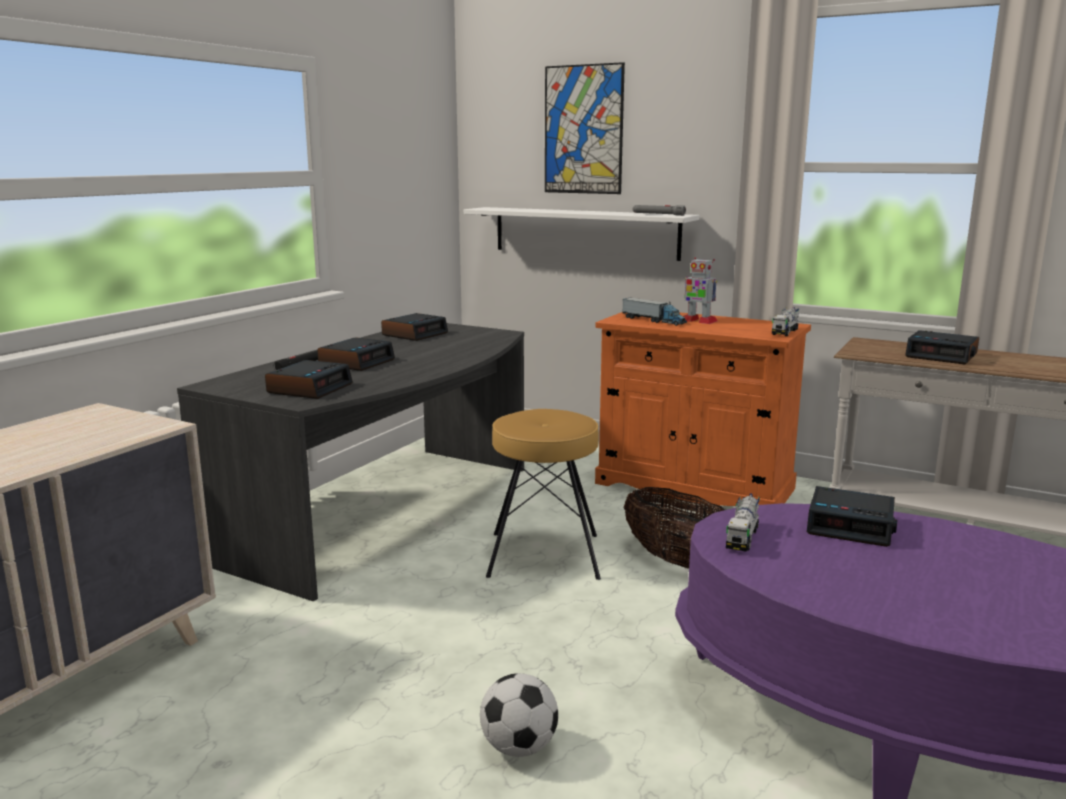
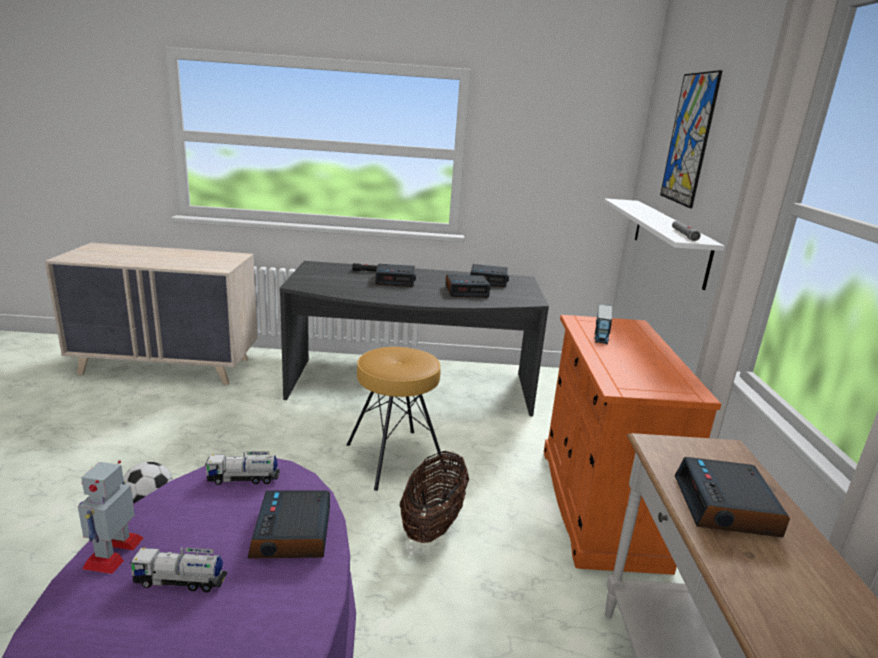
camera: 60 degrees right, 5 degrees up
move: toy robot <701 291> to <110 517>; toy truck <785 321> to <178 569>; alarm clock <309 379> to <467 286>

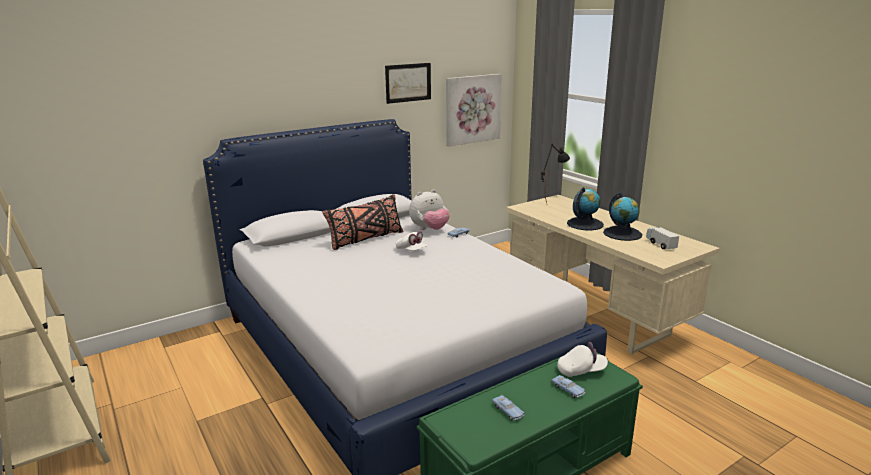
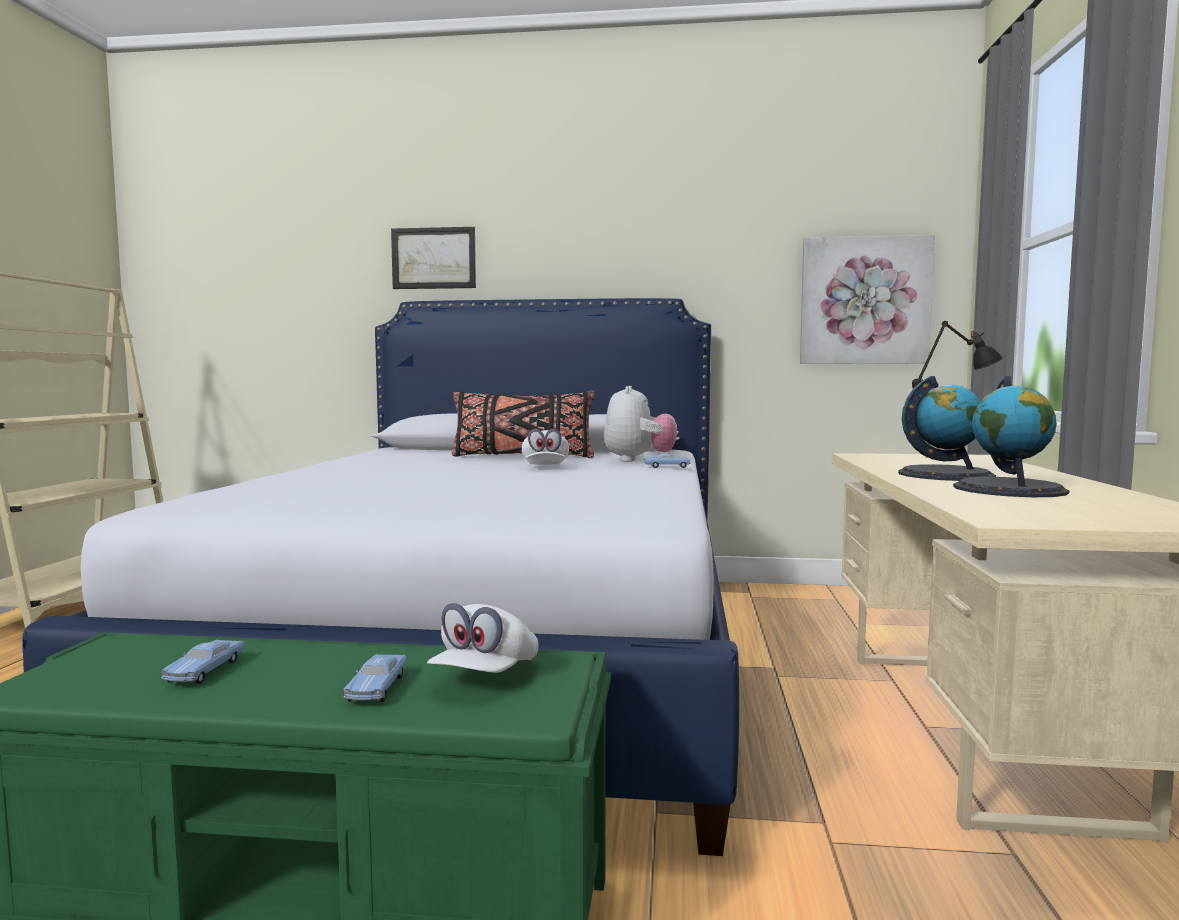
camera: 40 degrees right, 15 degrees down
delete: toy truck <662 238>
move: picture <408 83> to <433 258>
rotate: white cap <582 359> = <482 638> 75 degrees clockwise; plush toy <429 209> = <640 424> 90 degrees counterclockwise

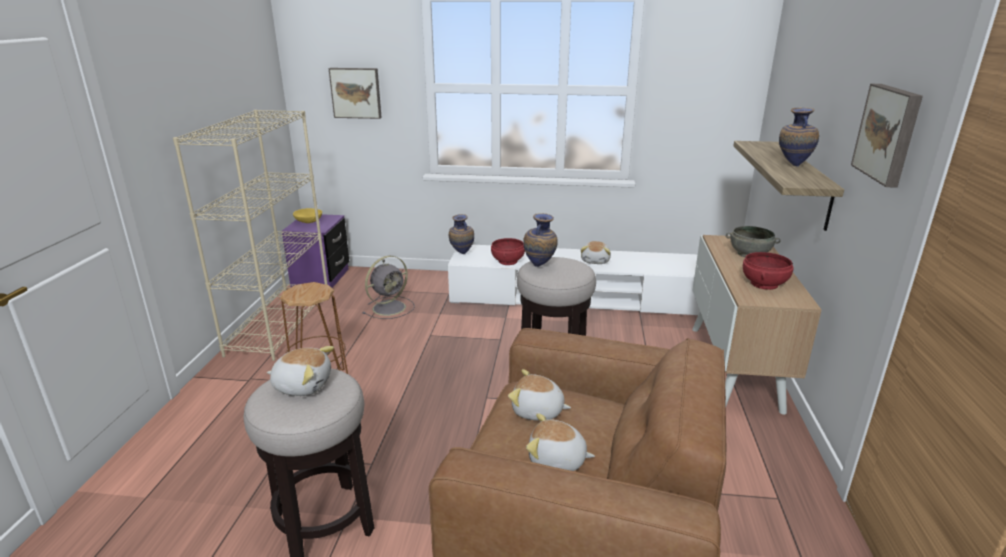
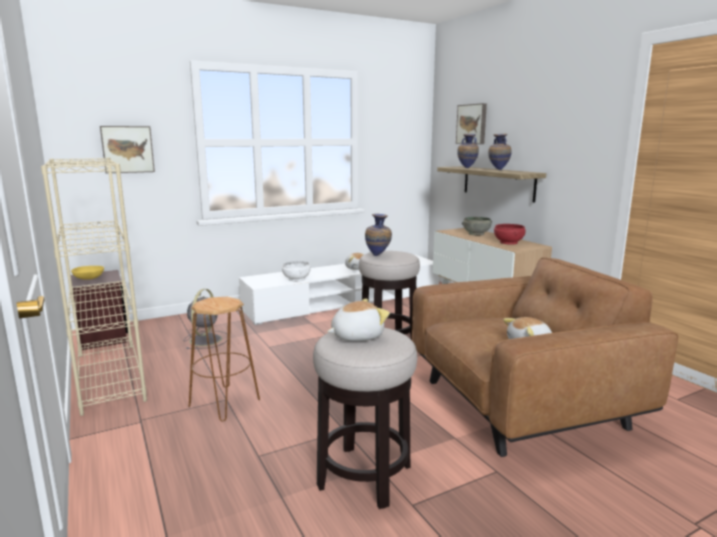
camera: 35 degrees left, 10 degrees down
delete: plush toy <539 395>
move: picture <887 136> to <471 123>; vase <461 234> to <468 151>
recolor: purple nightstand <315 251> to brown nightstand <99 310>; red bowl <508 251> to white bowl <296 271>

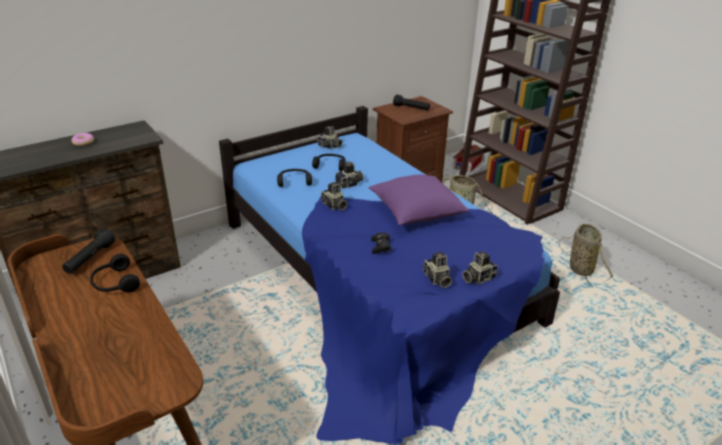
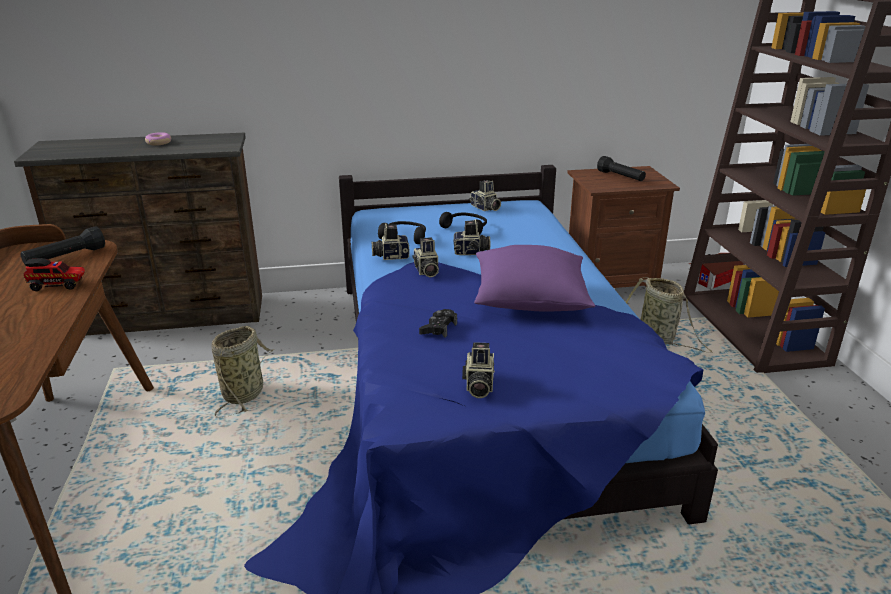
camera: 25 degrees right, 5 degrees down
move: basket <586 254> to <243 371>; photo camera <480 268> to <391 241>
replace: black headphones <115 273> to toy truck <54 274>

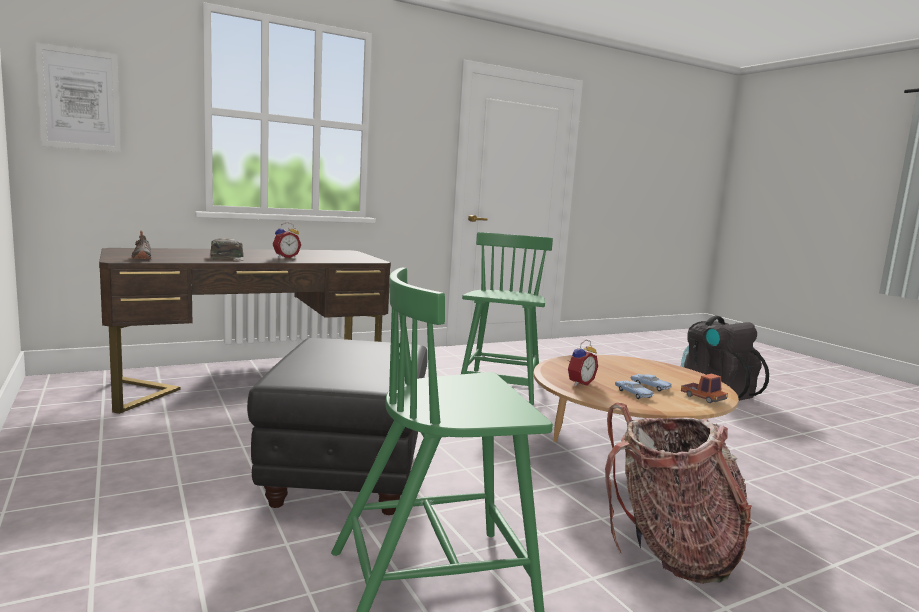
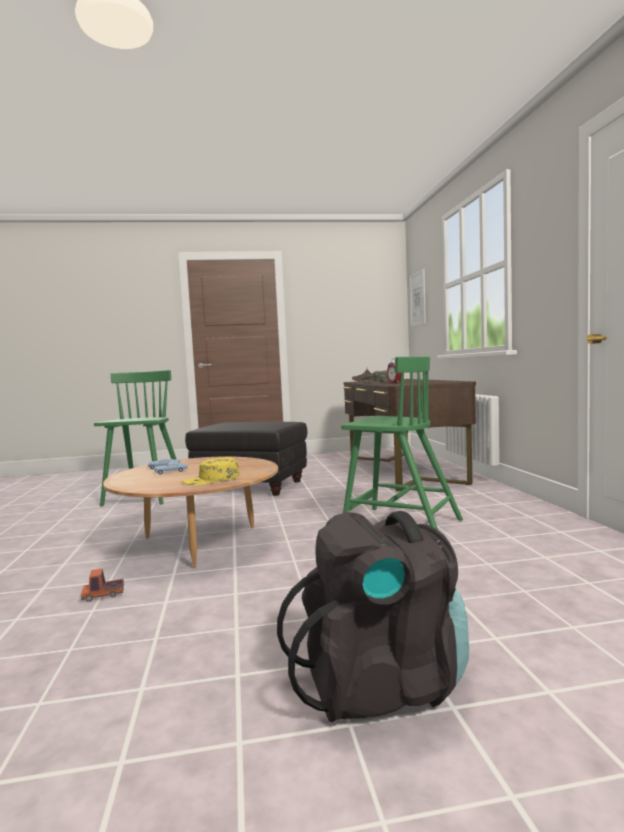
camera: 110 degrees right, 5 degrees down
delete: alarm clock <582 363>; backpack <678 493>
insert: yellow cap <210 471>
move: toy truck <704 388> to <102 585>

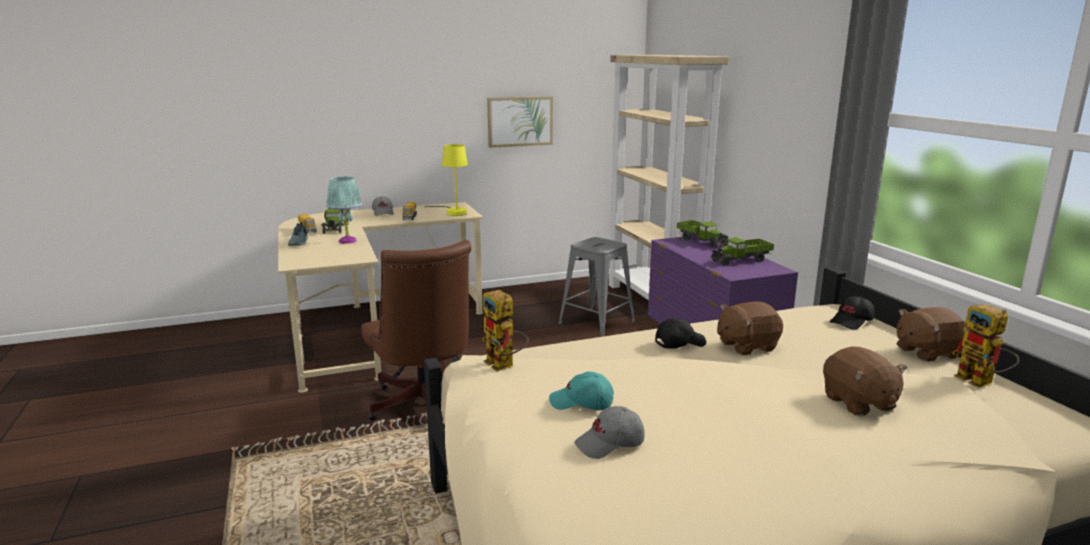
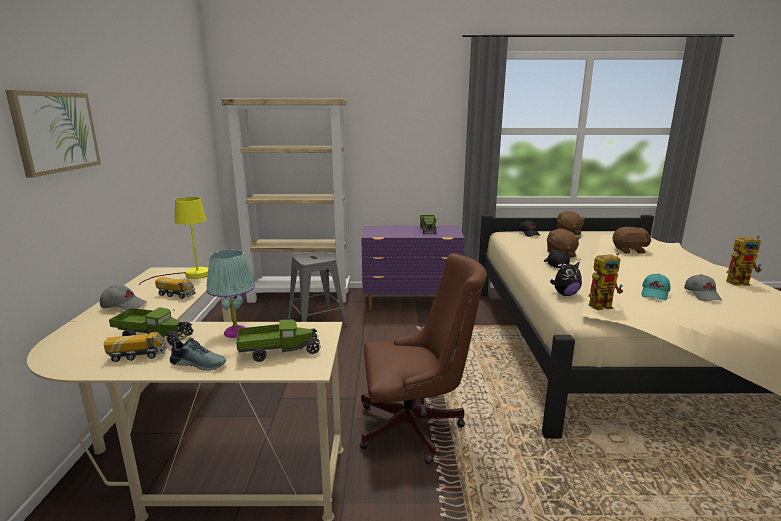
camera: 70 degrees left, 0 degrees up
insert: plush toy <566 278>
move: picture <520 122> to <53 134>; toy truck <703 234> to <278 340>; toy robot <985 346> to <744 260>

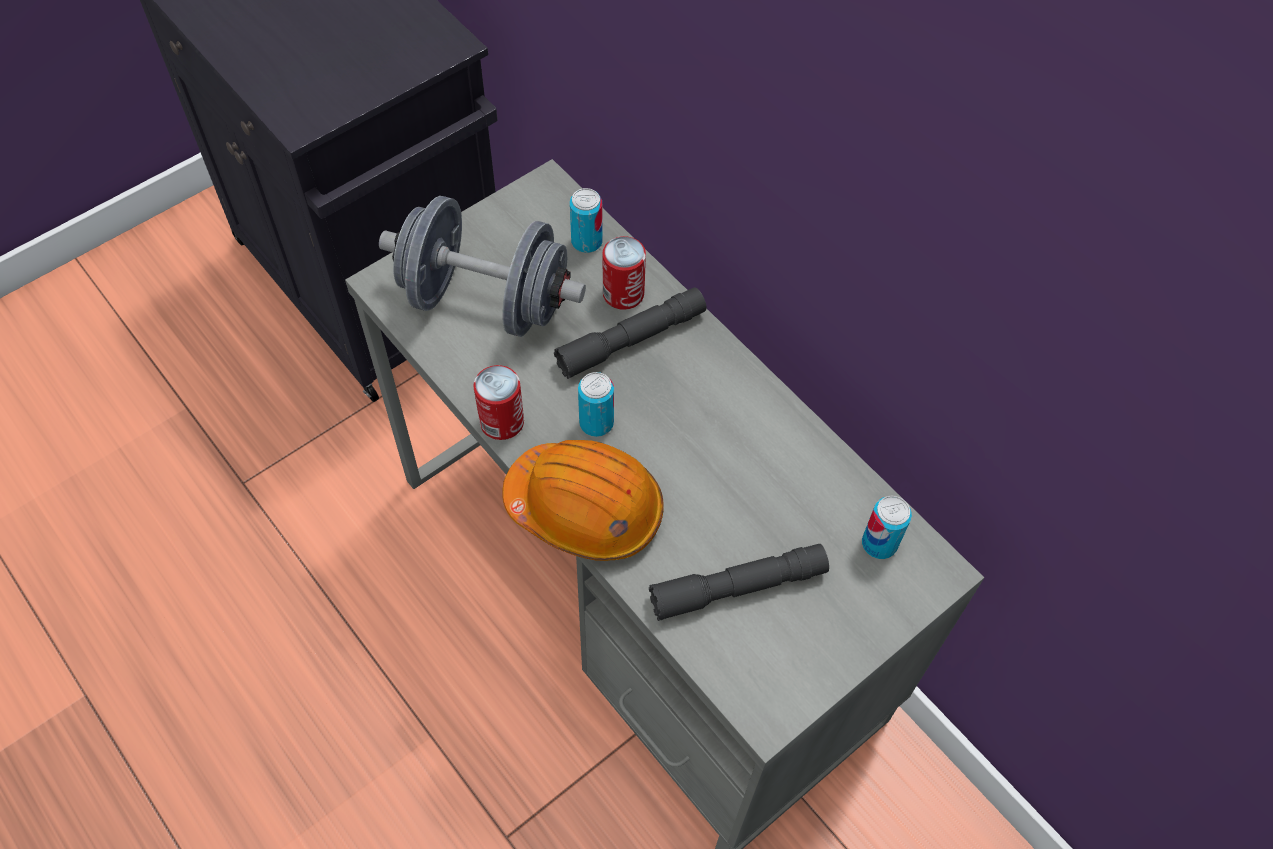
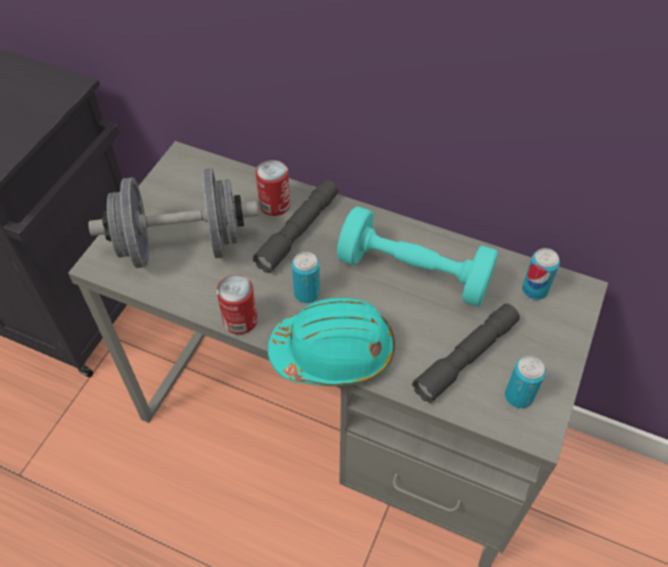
camera: 25 degrees left, 5 degrees down
insert: turquoise dumbbell <417 256>
move: can <586 220> to <525 382>
recolor: orange hard hat <583 500> to turquoise hard hat <331 342>

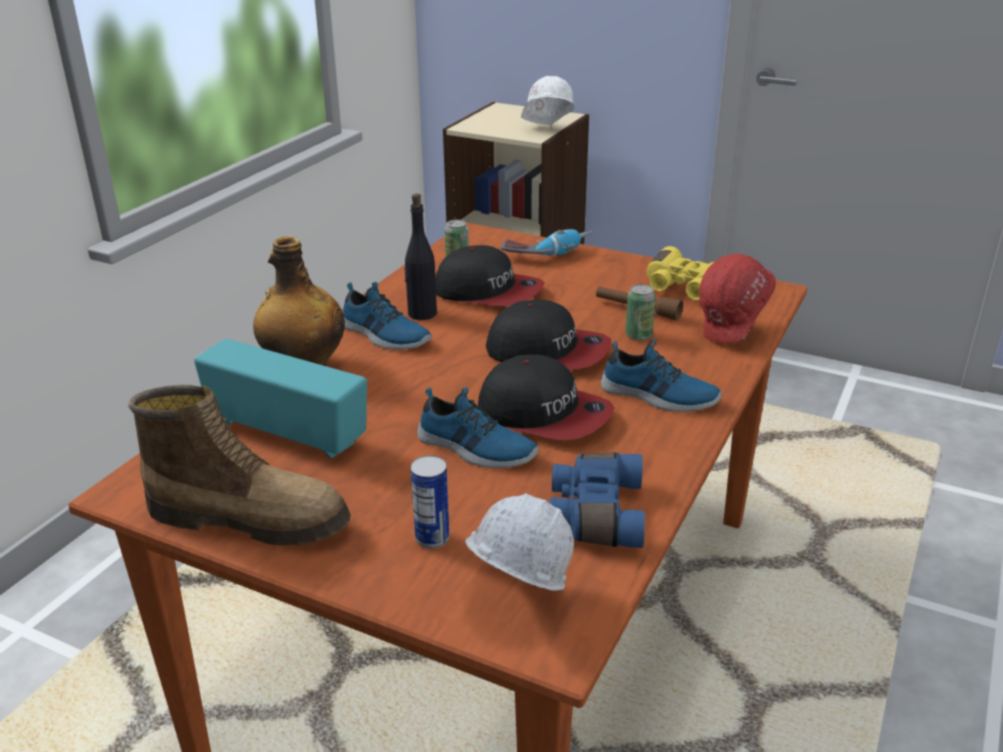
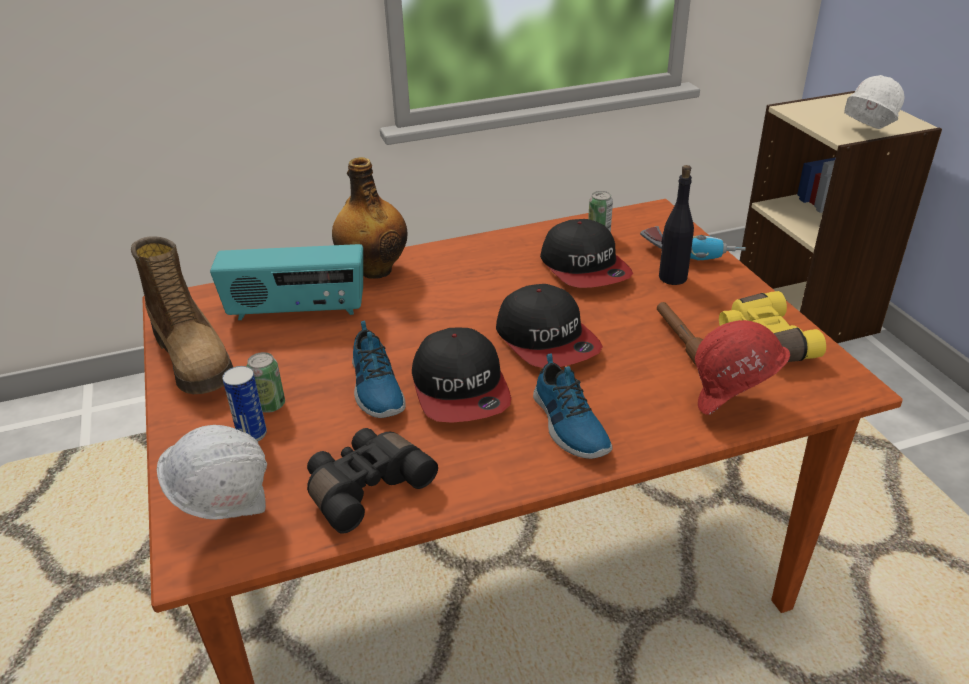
camera: 45 degrees right, 5 degrees up
delete: shoe <387 316>
move: can <640 312> to <266 382>; black bottle <420 257> to <676 225>
recolor: blue binoculars <597 500> to black binoculars <372 481>
rotate: radio <280 398> = <286 282> 105 degrees clockwise

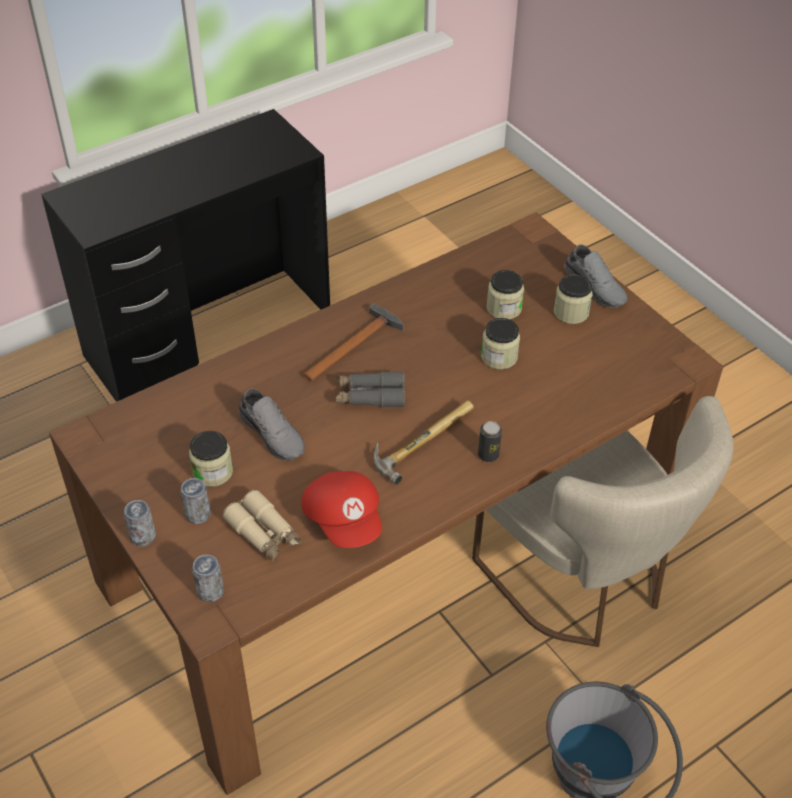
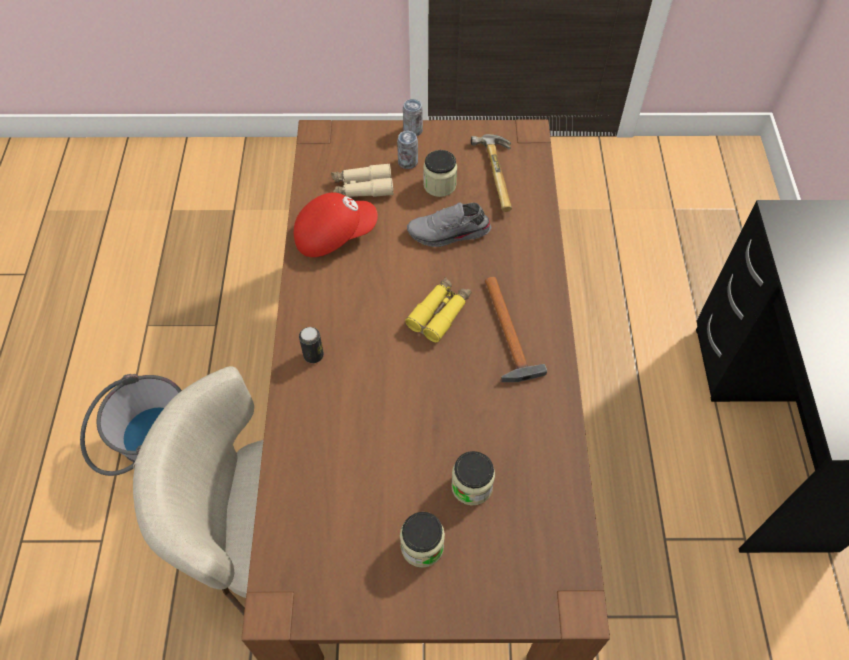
camera: 125 degrees right, 10 degrees up
delete: can <208 578>; jar <500 343>; grey shoe <596 276>
move: hammer <424 442> to <491 173>
recolor: grey binoculars <370 390> to yellow binoculars <438 309>
rotate: red cap <341 509> = <336 224> 150 degrees clockwise

